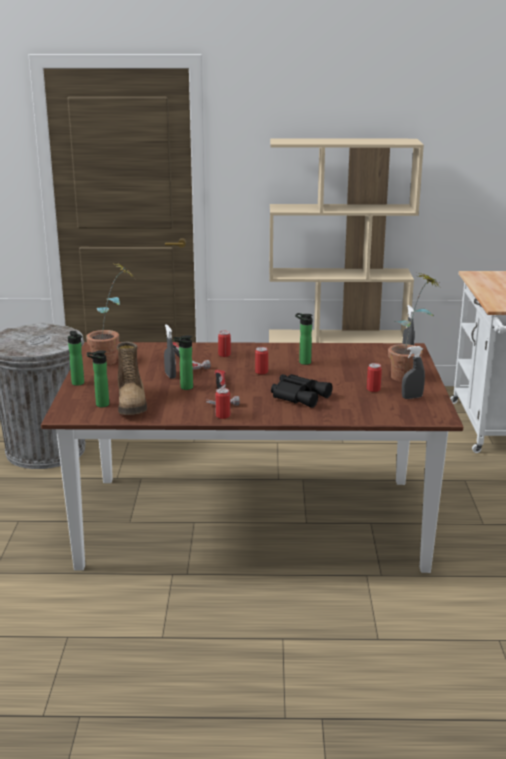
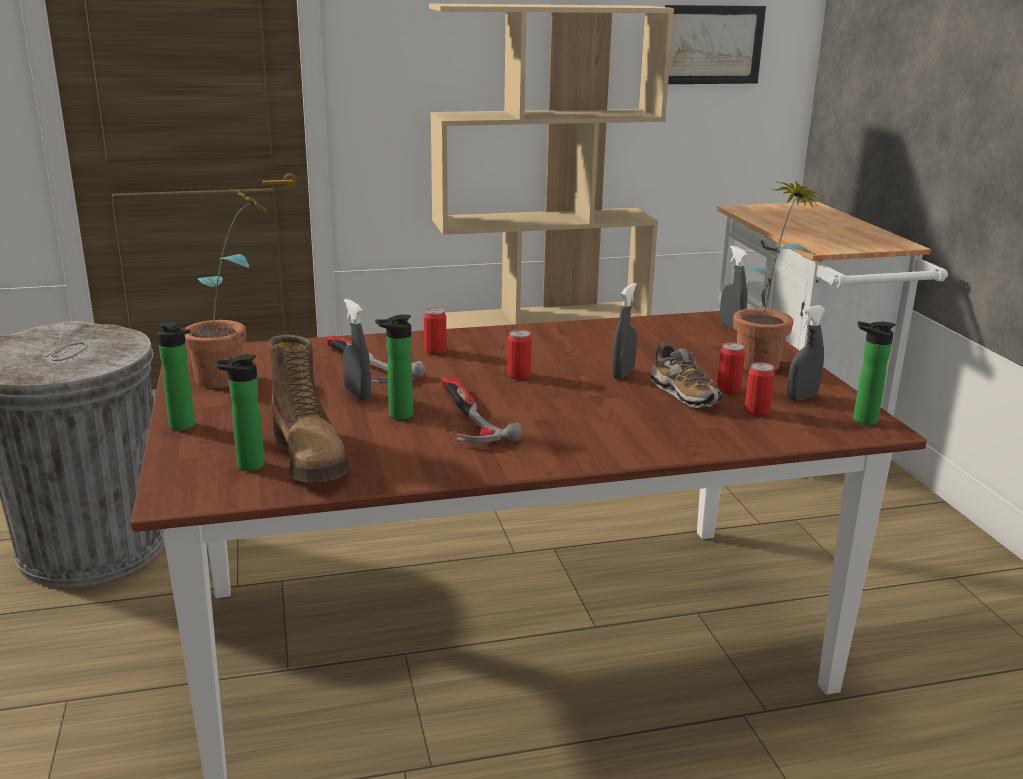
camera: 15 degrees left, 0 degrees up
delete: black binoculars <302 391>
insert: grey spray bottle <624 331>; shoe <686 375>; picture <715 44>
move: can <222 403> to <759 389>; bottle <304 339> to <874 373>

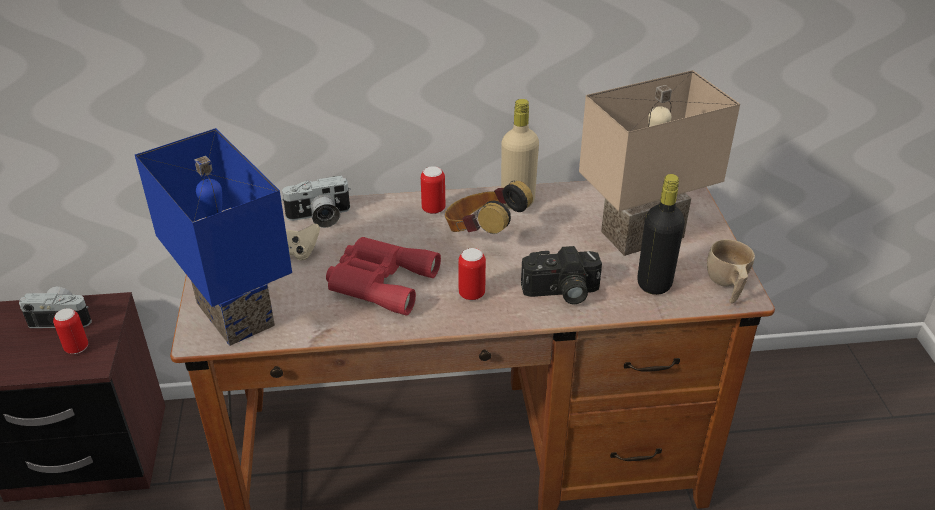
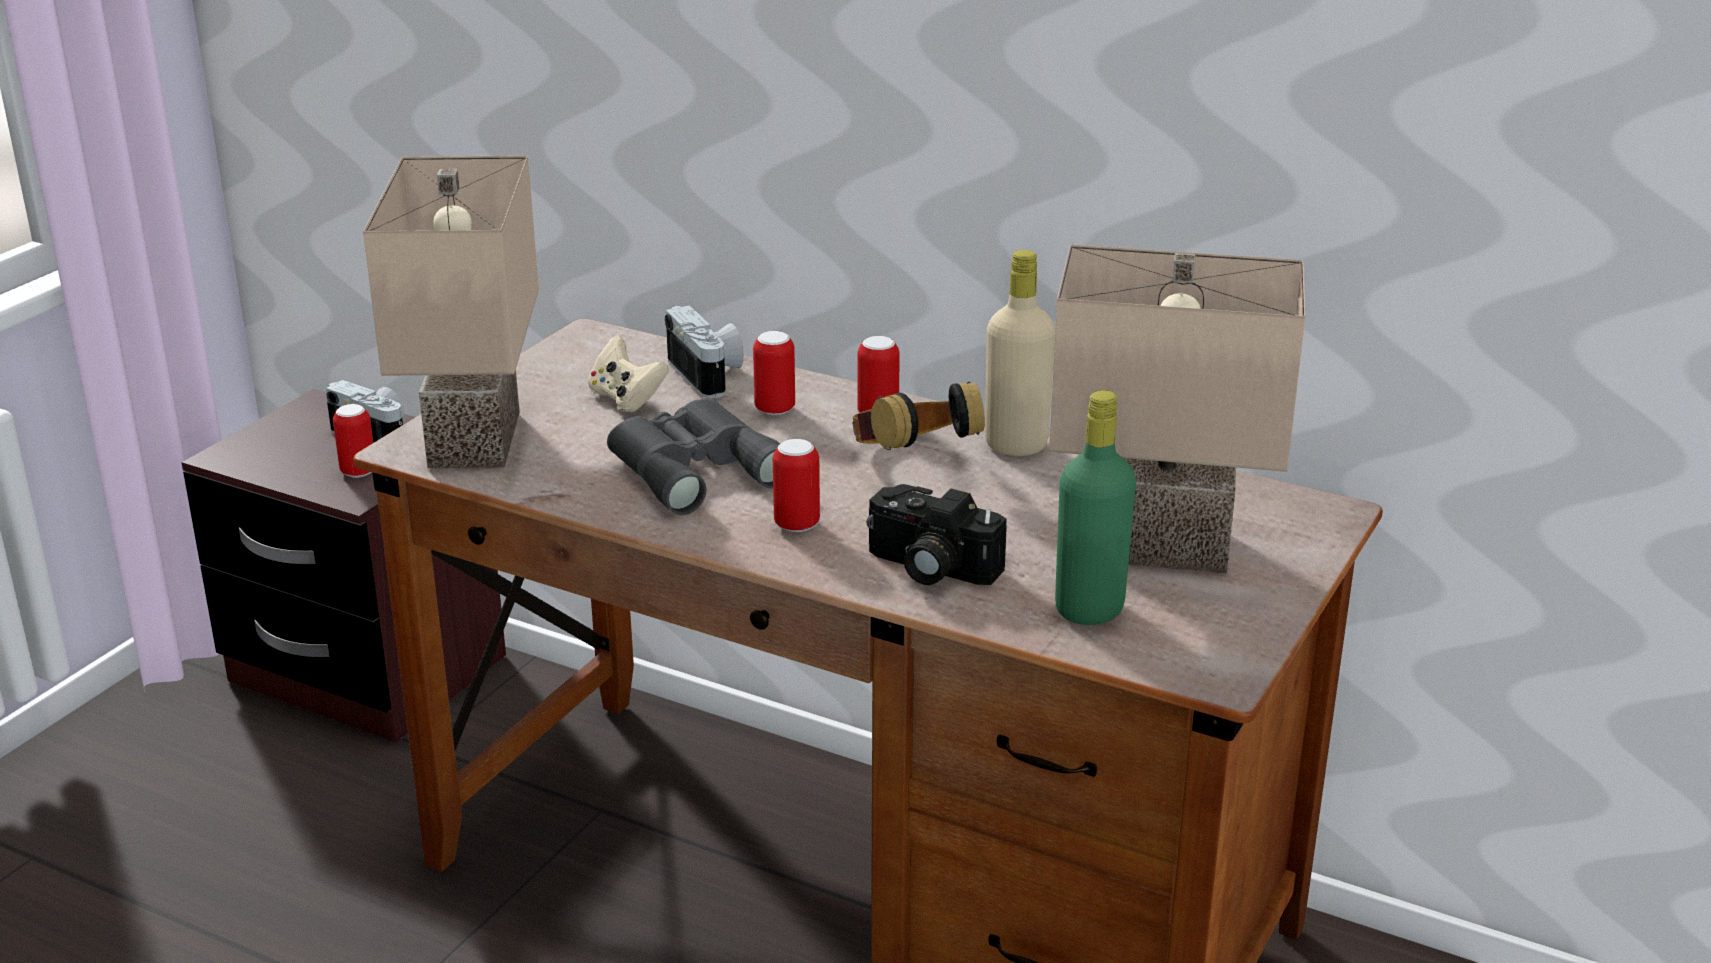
camera: 35 degrees right, 10 degrees down
delete: beige cup <731 271>
insert: can <774 373>
recolor: blue table lamp <213 237> to beige table lamp <451 311>; red binoculars <383 276> to grey binoculars <693 457>; black bottle <661 234> to green bottle <1095 508>
rotate: photo camera <316 201> = <704 351> 135 degrees counterclockwise

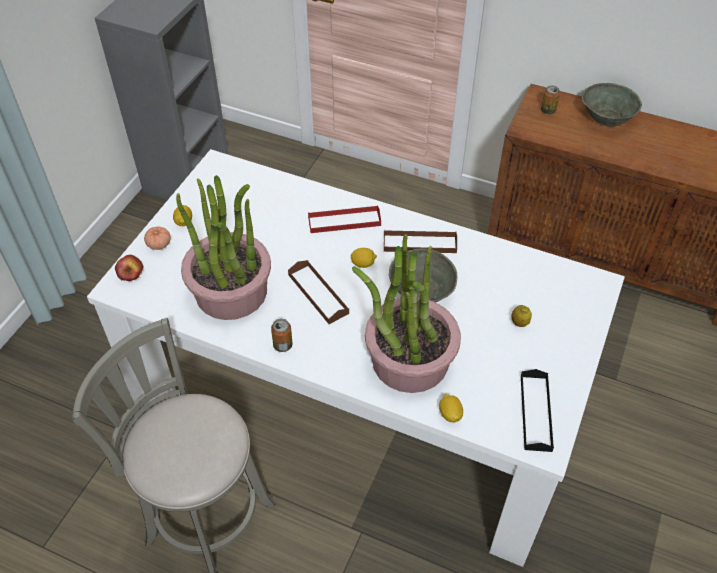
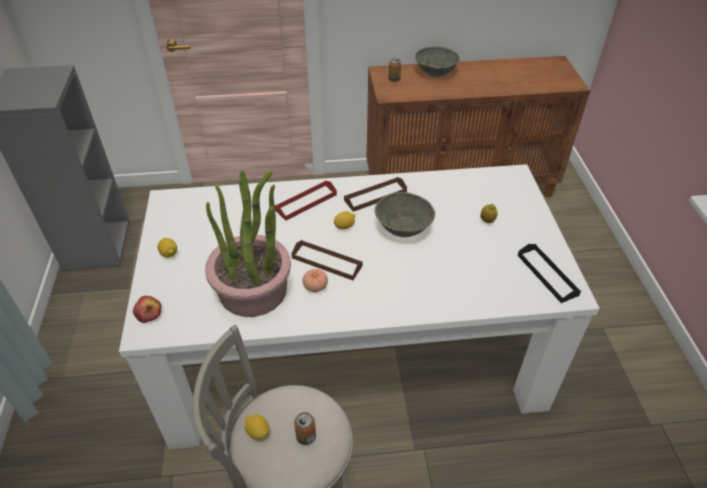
camera: 30 degrees left, 5 degrees down
delete: potted plant <406 313>
move: lemon <451 408> to <257 427>; can <282 335> to <305 428>; tomato <157 238> to <315 280>

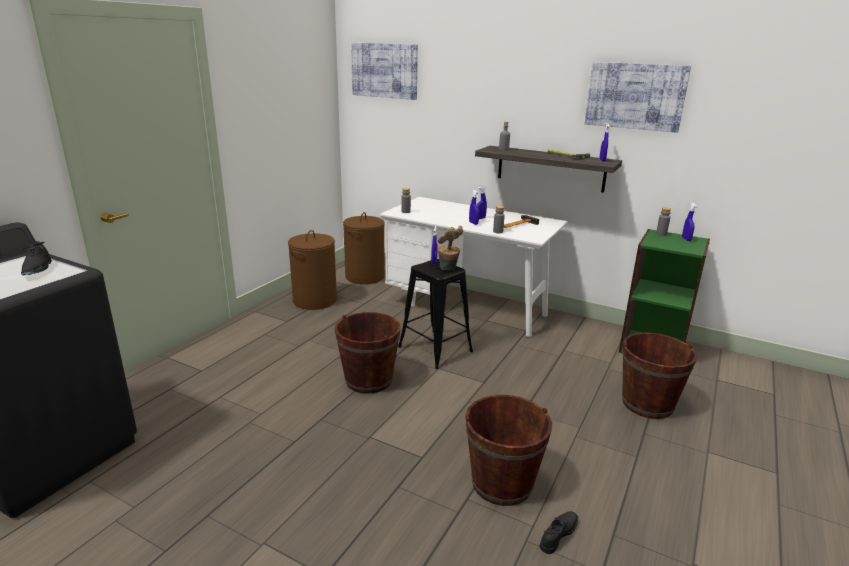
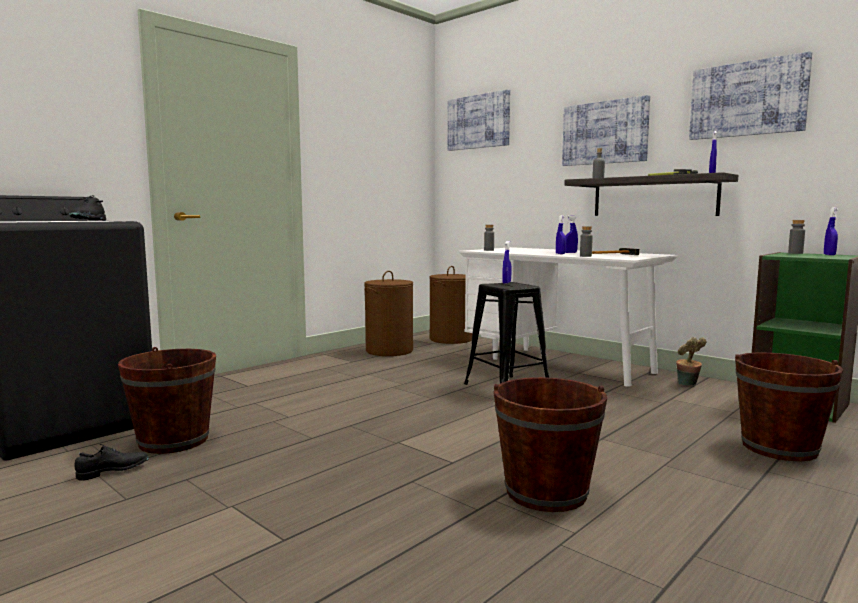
camera: 15 degrees right, 15 degrees down
insert: picture <606 130>
move: black shoe <559 532> to <112 462>; brown bucket <368 352> to <167 400>; potted plant <450 248> to <691 361>

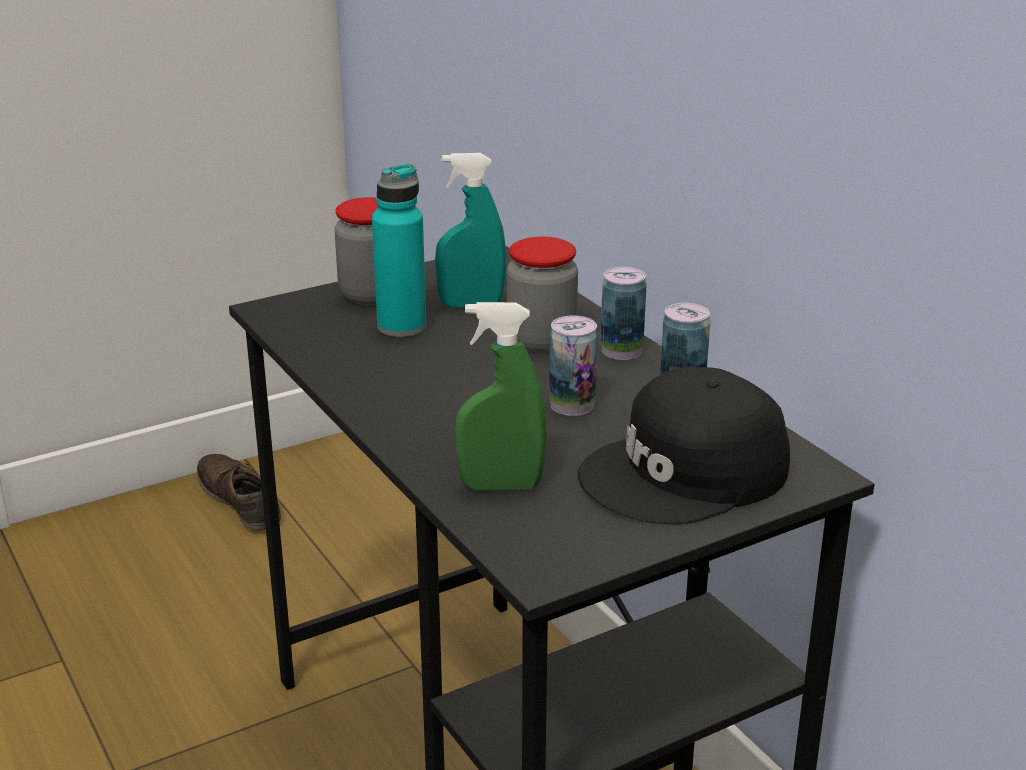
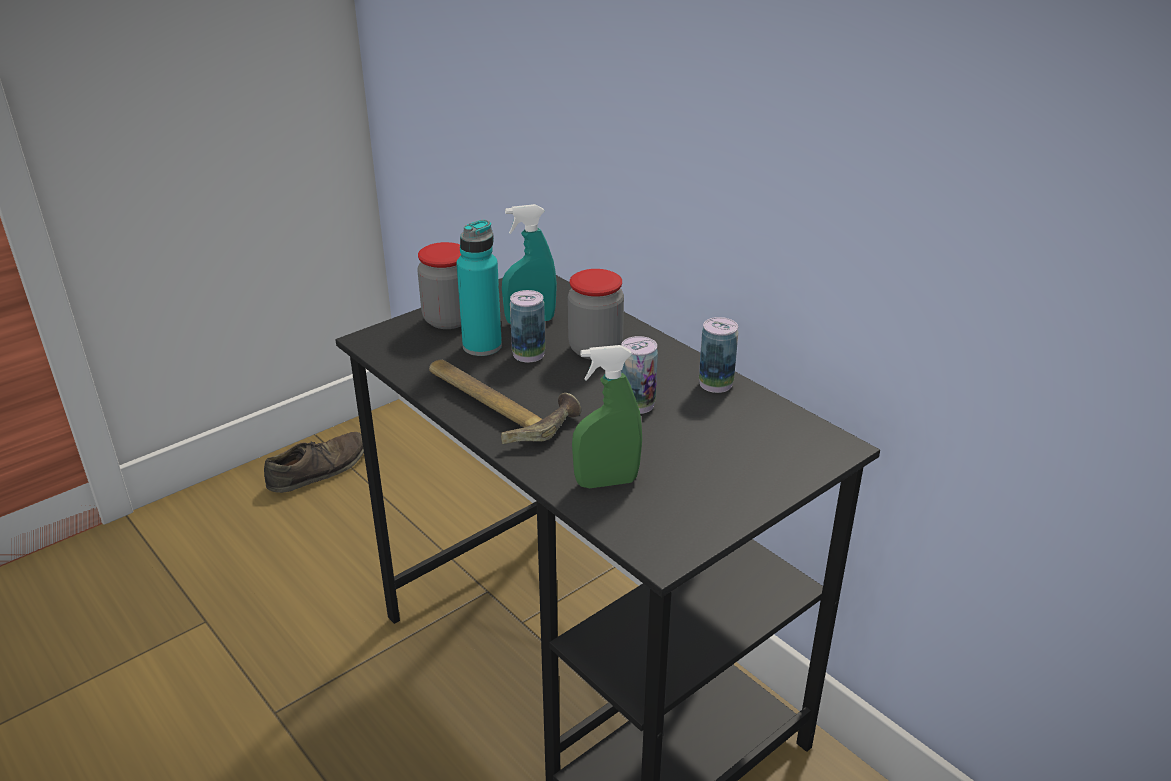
camera: 10 degrees left, 5 degrees up
delete: black cap <684 445>
insert: hammer <505 402>
move: can <623 313> to <527 326>
rotate: brown shoe <239 492> = <314 462> 90 degrees clockwise

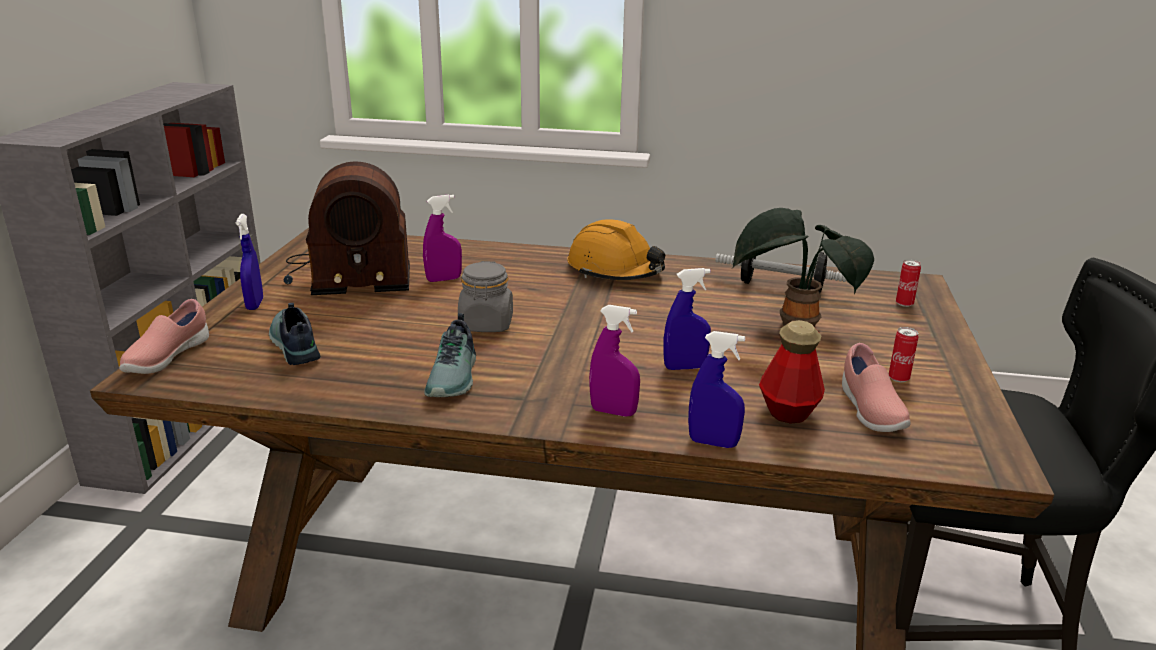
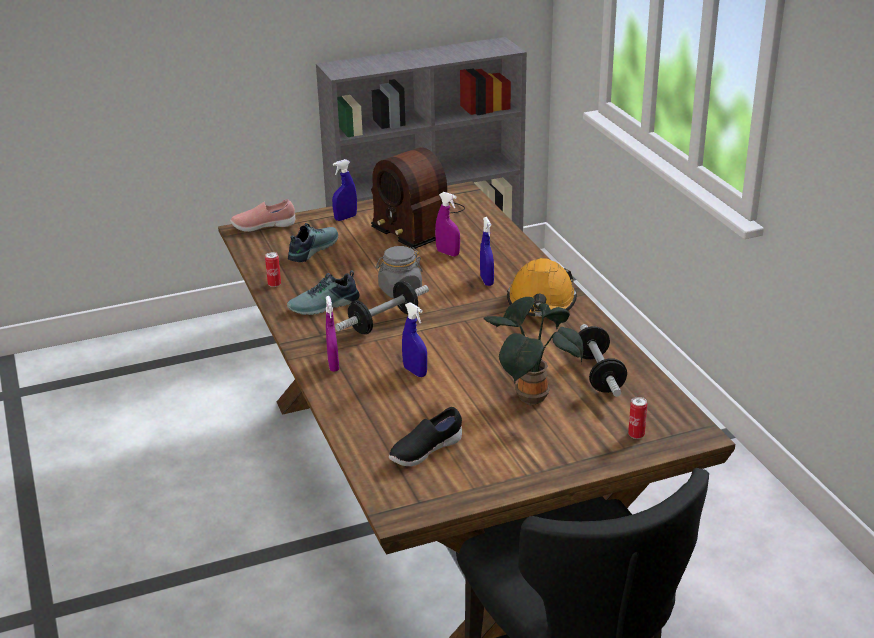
camera: 60 degrees right, 5 degrees up
delete: bottle <792 372>
insert: dumbbell <382 307>
move: can <903 354> to <273 269>; blue spray bottle <716 389> to <487 251>
recolor: pink shoe <876 387> to black shoe <425 436>

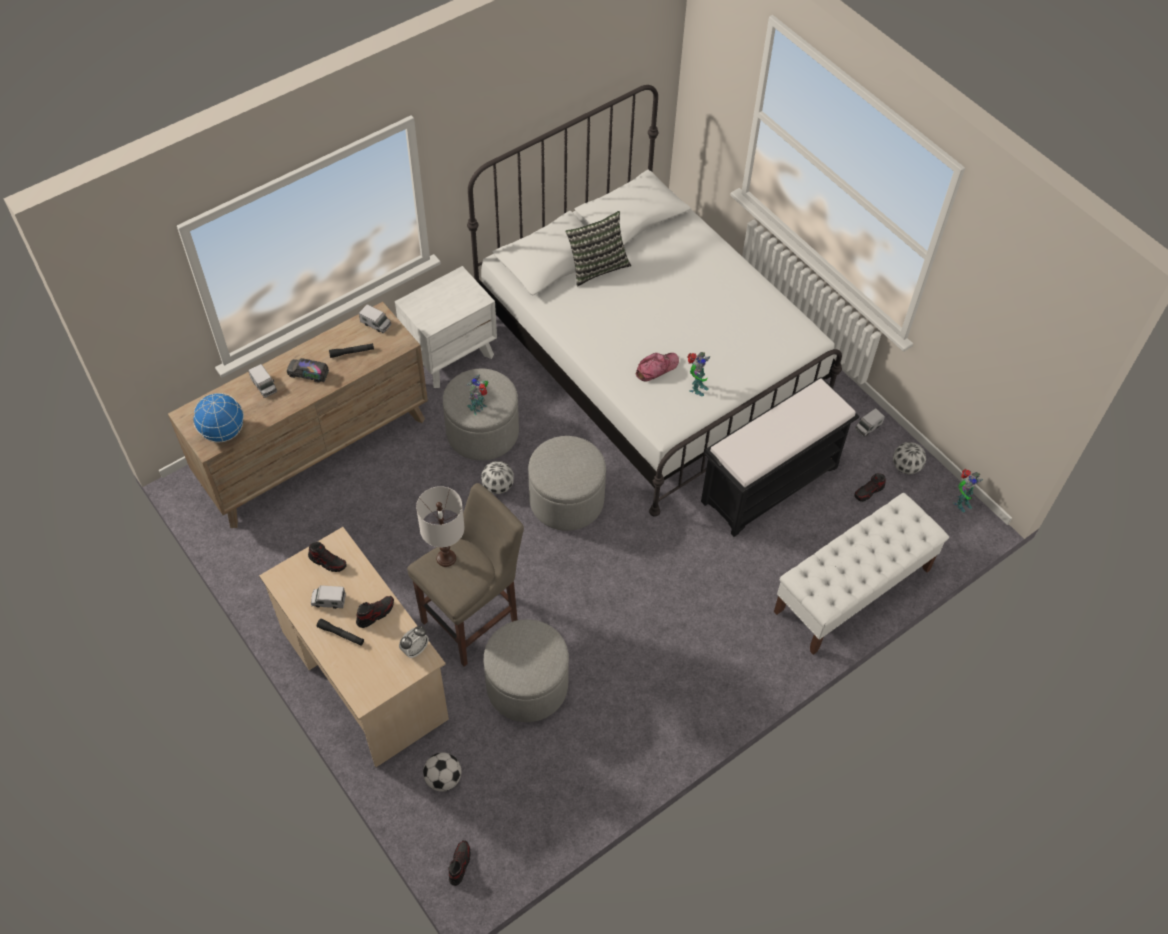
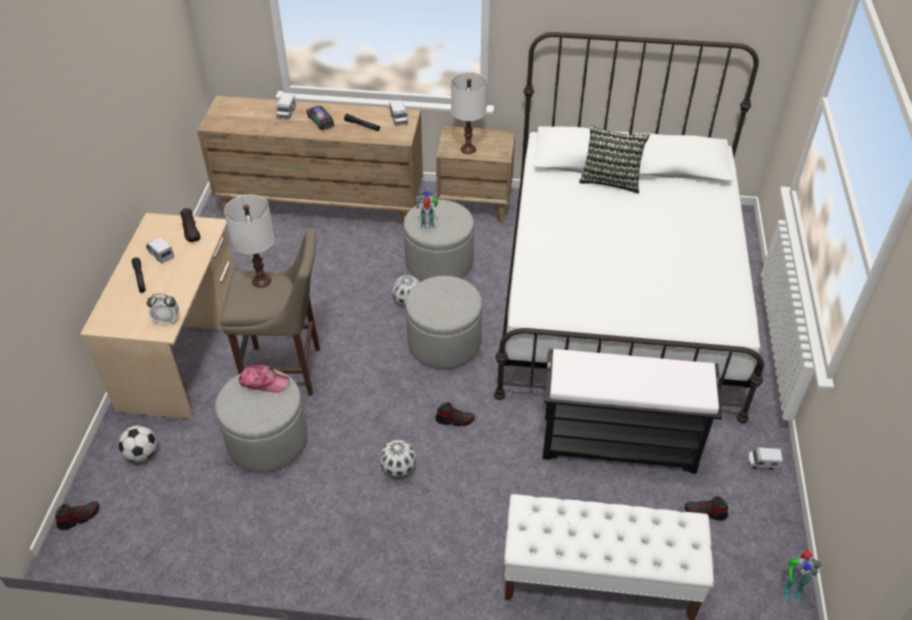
camera: 45 degrees right, 10 degrees down
delete: globe <218 418>; toy robot <698 374>
insert: white table lamp <469 113>
move: cap <657 367> to <264 379>; football <909 458> to <398 458>; shoe <375 612> to <455 414>
recolor: white nightstand <446 327> to brown nightstand <475 174>

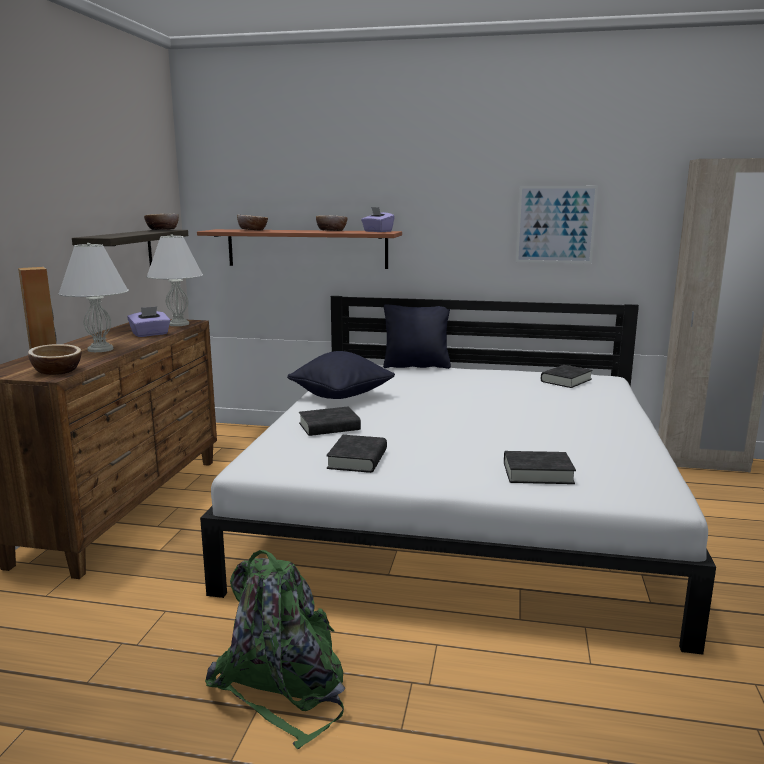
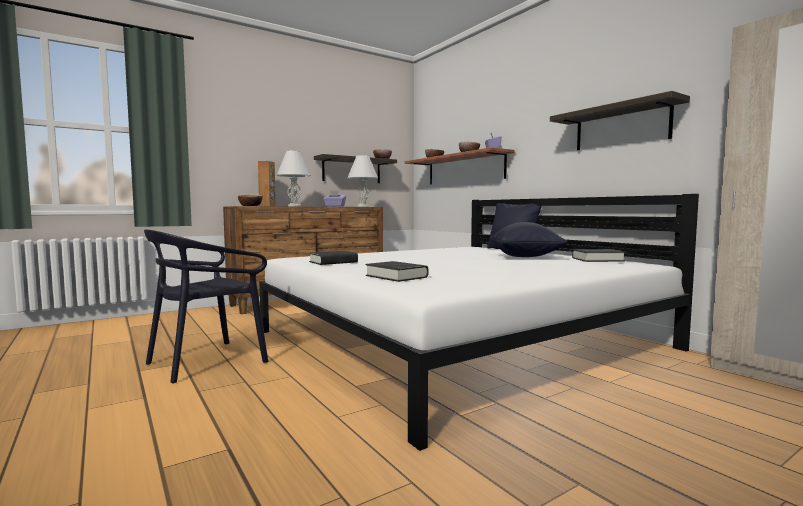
camera: 45 degrees right, 10 degrees down
delete: black book <330 421>
move: black pillow <341 375> to <528 239>
replace: green backpack <275 649> to black chair <206 307>; picture <557 225> to shelf <620 120>

